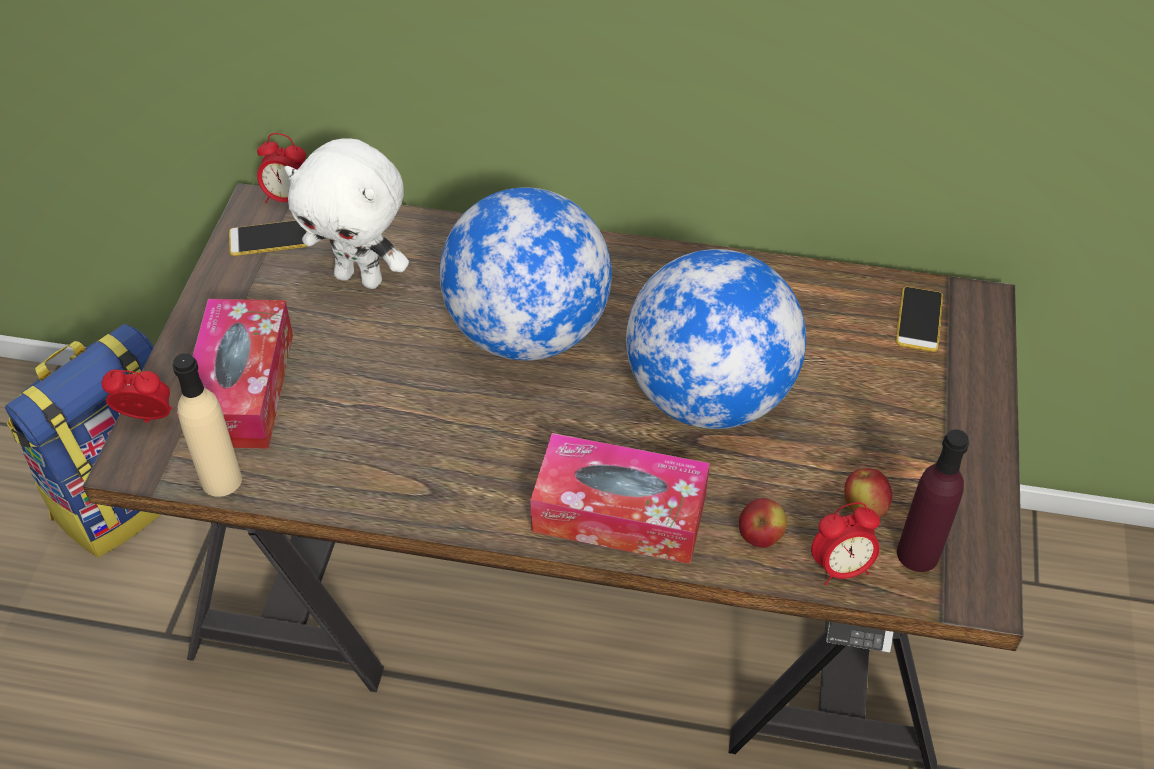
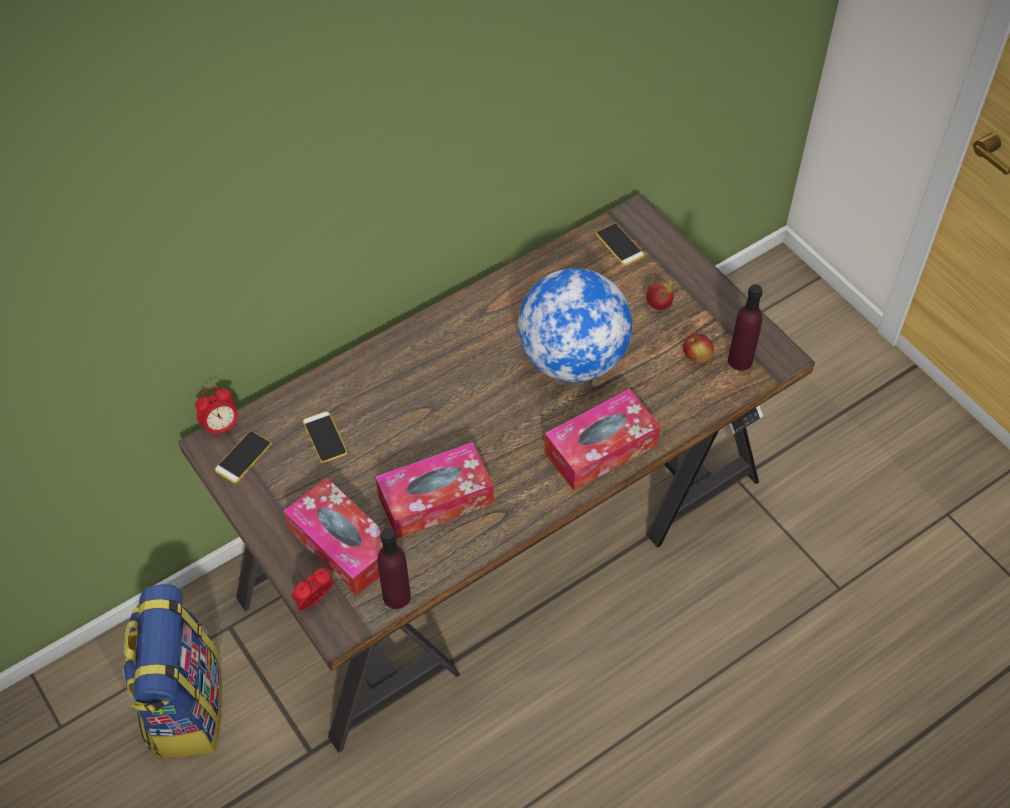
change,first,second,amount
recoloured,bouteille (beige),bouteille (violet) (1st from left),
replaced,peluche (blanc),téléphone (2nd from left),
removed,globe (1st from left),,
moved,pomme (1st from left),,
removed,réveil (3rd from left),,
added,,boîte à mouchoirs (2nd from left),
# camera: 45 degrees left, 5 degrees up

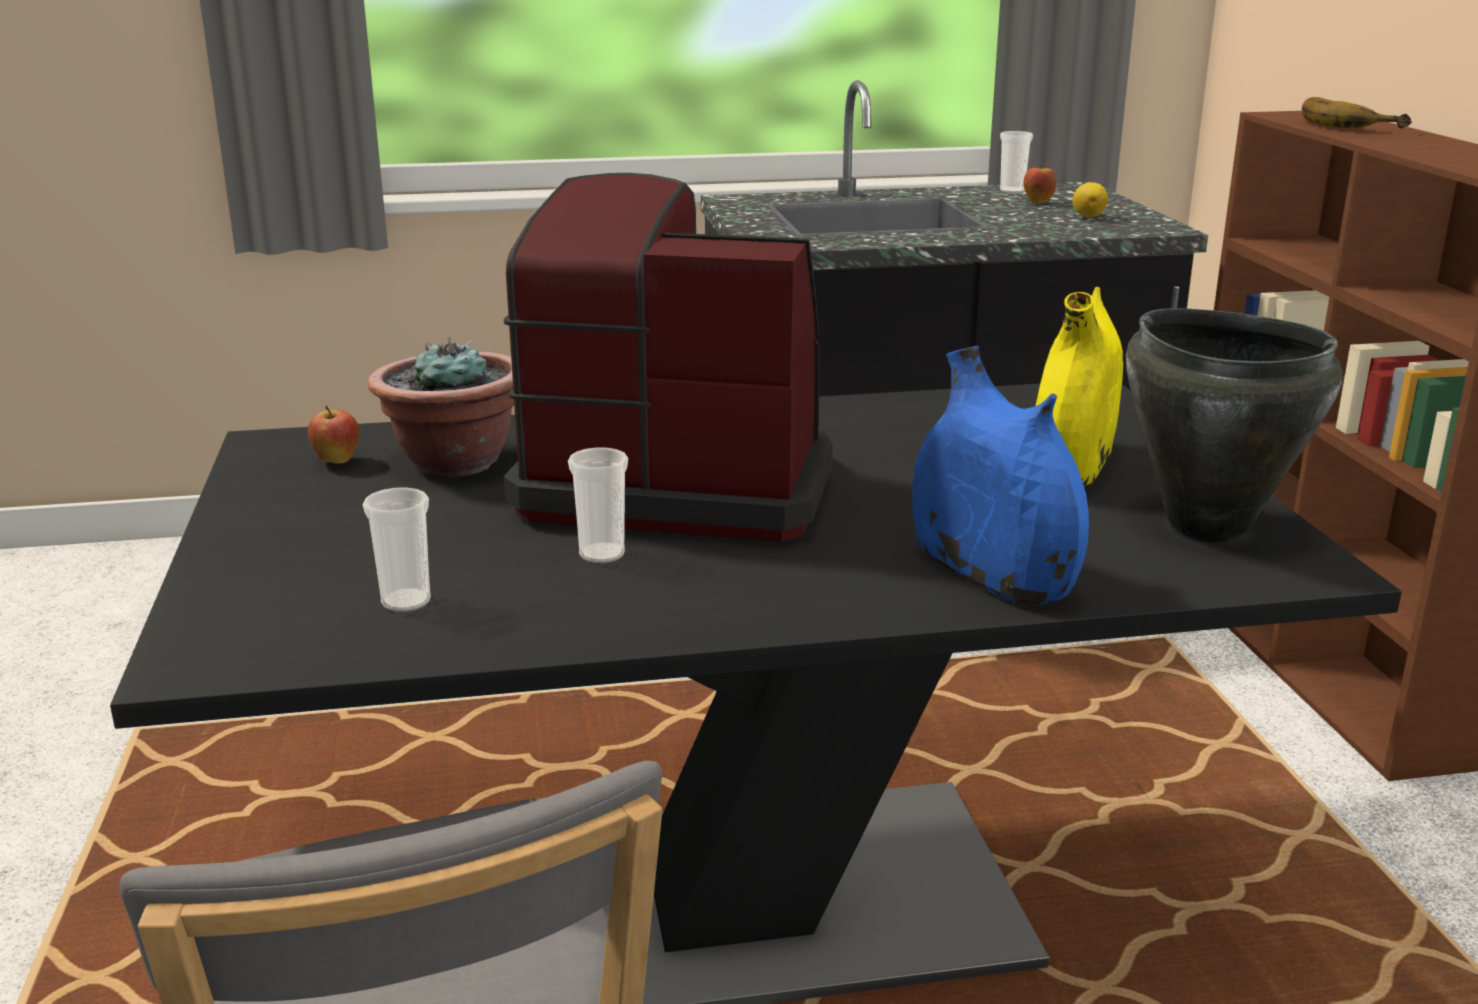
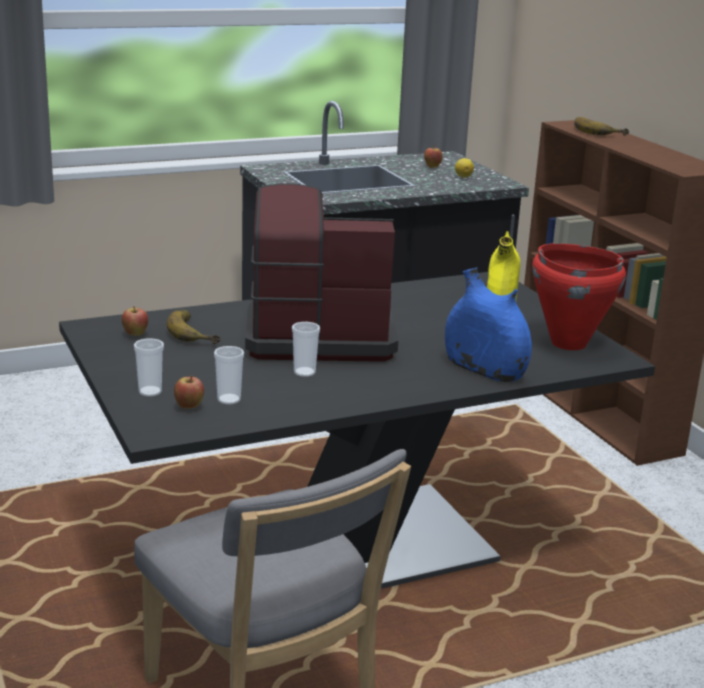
change,first,second,amount
replaced,plante en pot,banane (1st from left),
moved,tasse (3rd from left in the first image),tasse (1st from left),
recoloured,marmite (noir),marmite (rouge),
added,,pomme (2nd from left),
# camera: 15 degrees left, 0 degrees up

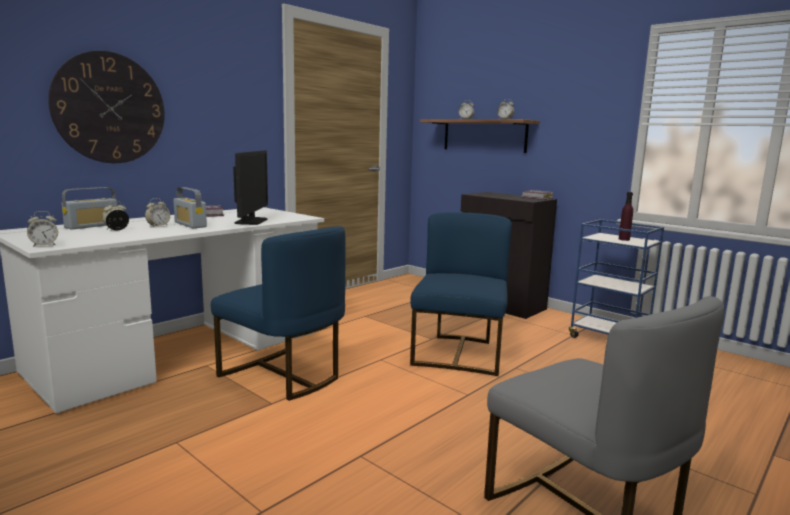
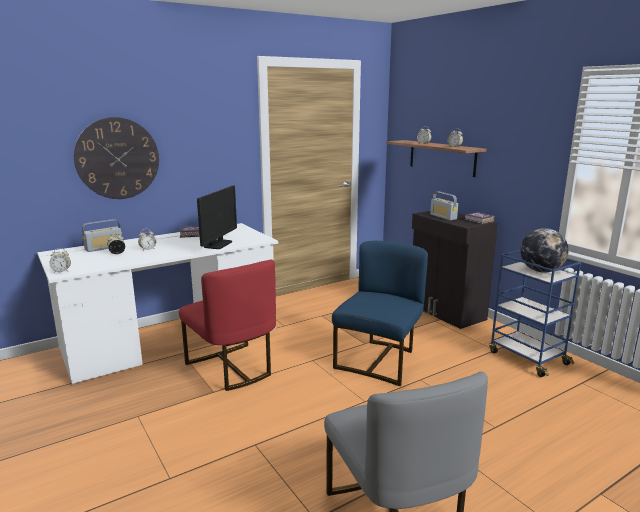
change,first,second,amount
moved,radio (2nd from left),,
recoloured,chaise (bleu) (1st from left),chaise (rouge),
replaced,bouteille (violet),globe,
# camera: 15 degrees right, 5 degrees up

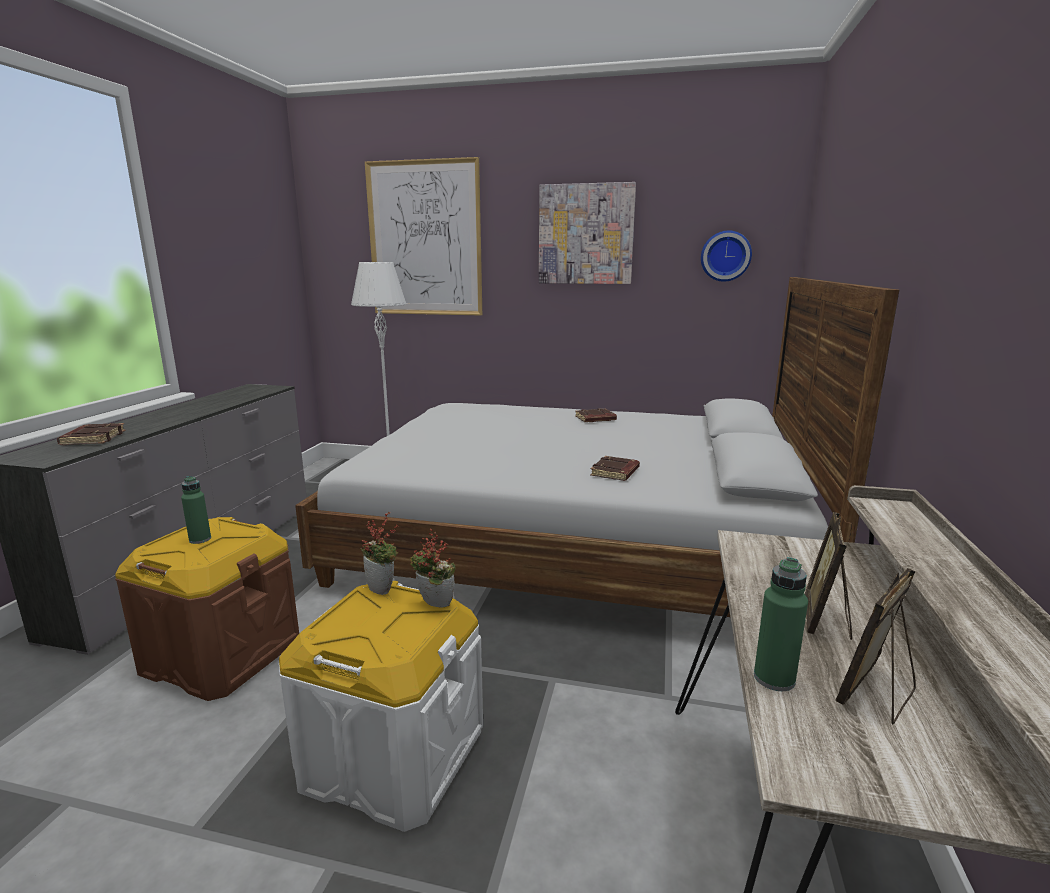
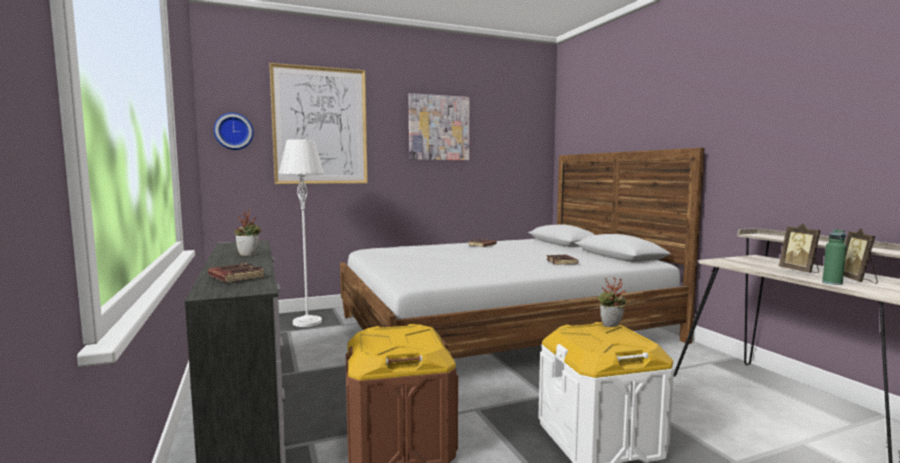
change,first,second,amount
removed,bouteille (vert) (1st from left),,
moved,plante en pot (1st from left),,
moved,horloge murale,,
# camera: 35 degrees left, 10 degrees down

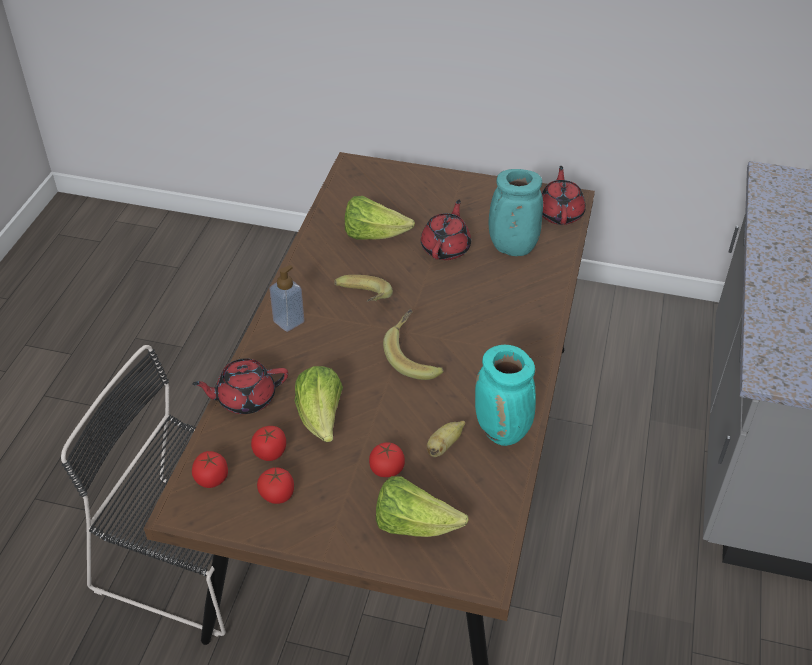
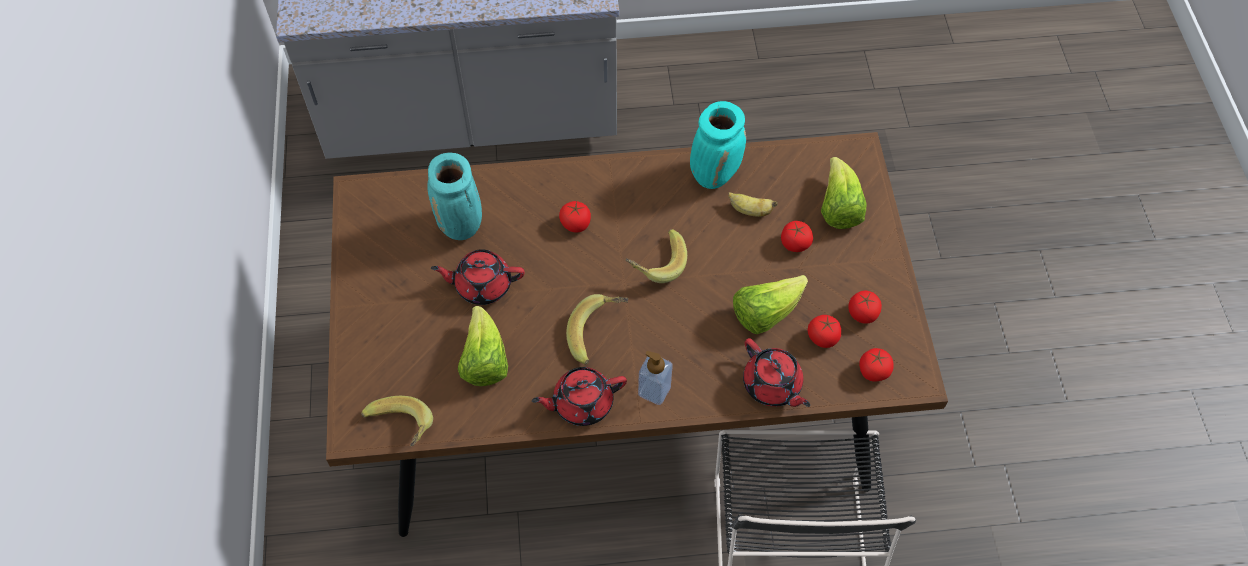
change,first,second,amount
moved,théière (rouge) (3rd from left in the first image),théière (rouge) (2nd from left),
added,,banane (1st from left),
added,,tomate (1st from left),
# camera: 110 degrees left, 15 degrees up

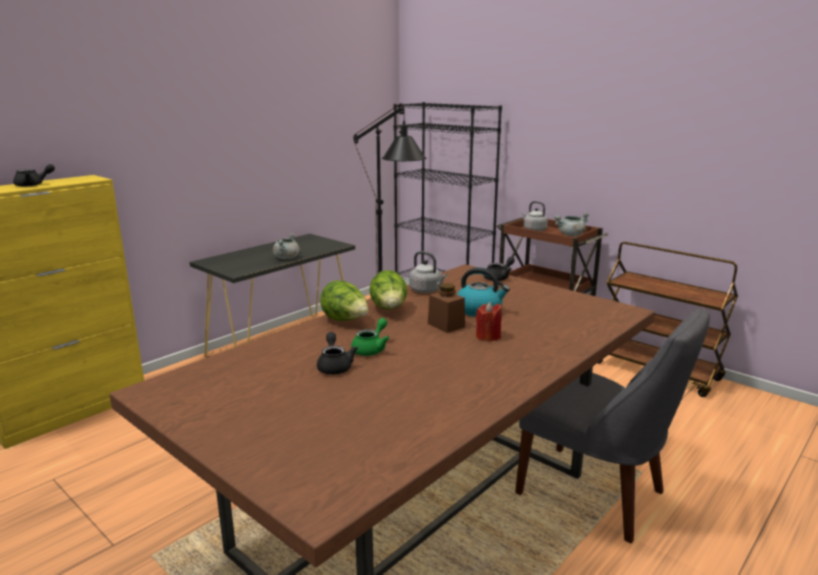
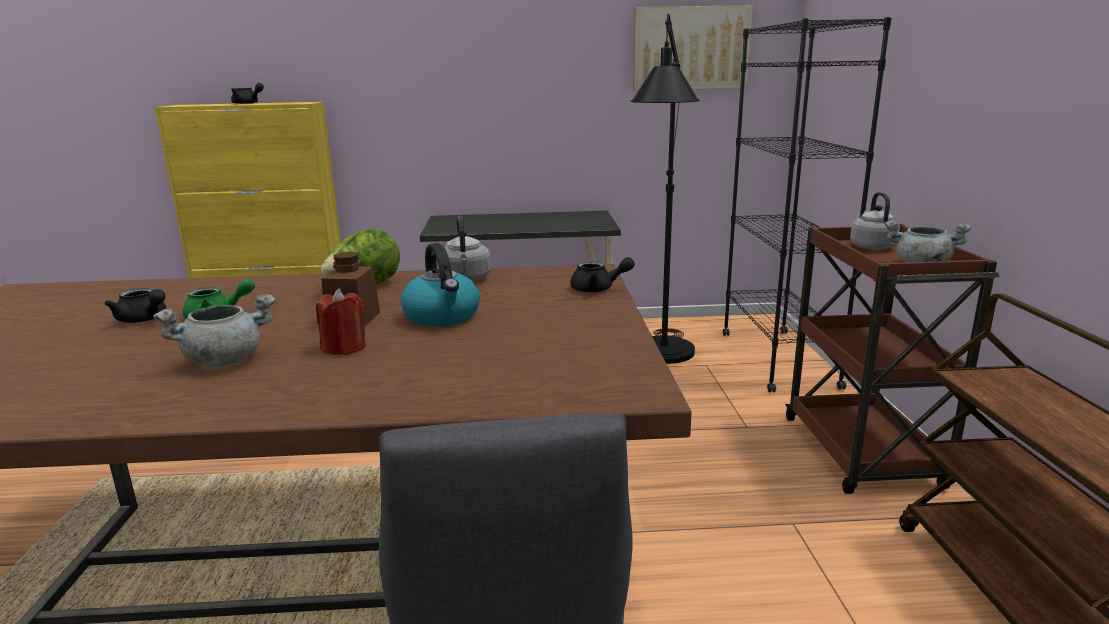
change,first,second,amount
moved,marmite (gris) (1st from left),,
turned,théière (noir) (2nd from left in the first image),théière (noir) (1st from left),90 degrees clockwise
removed,laitue (1st from left),,
added,,tableau,
# camera: 45 degrees right, 0 degrees up

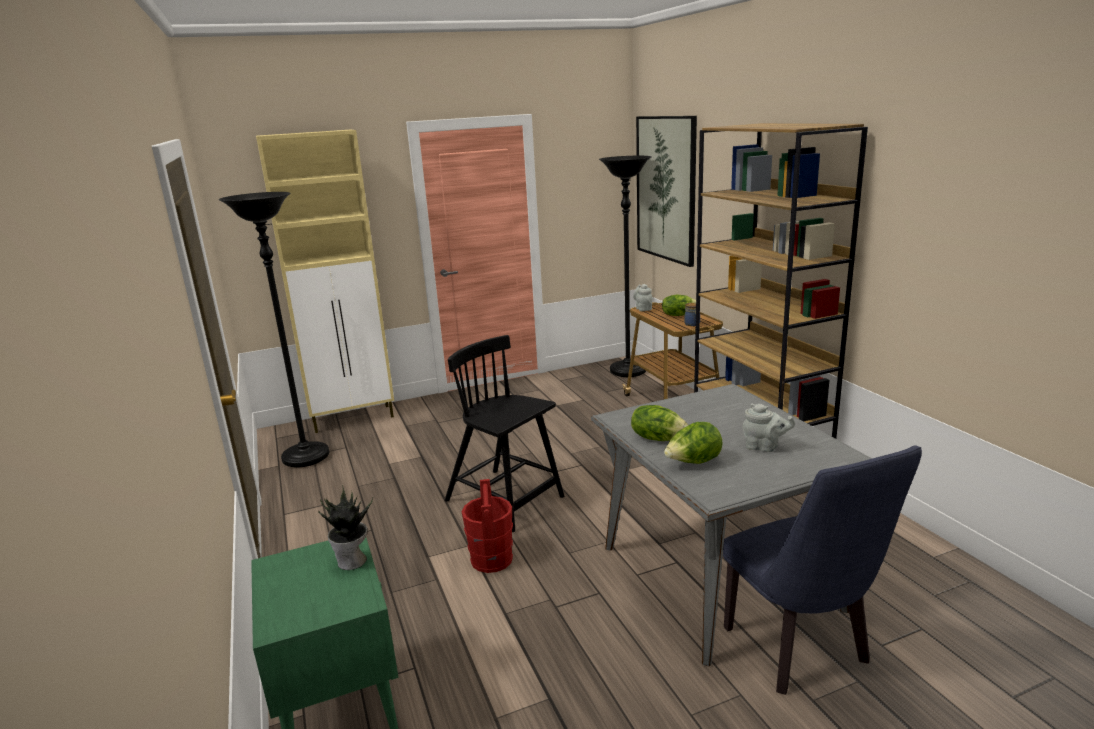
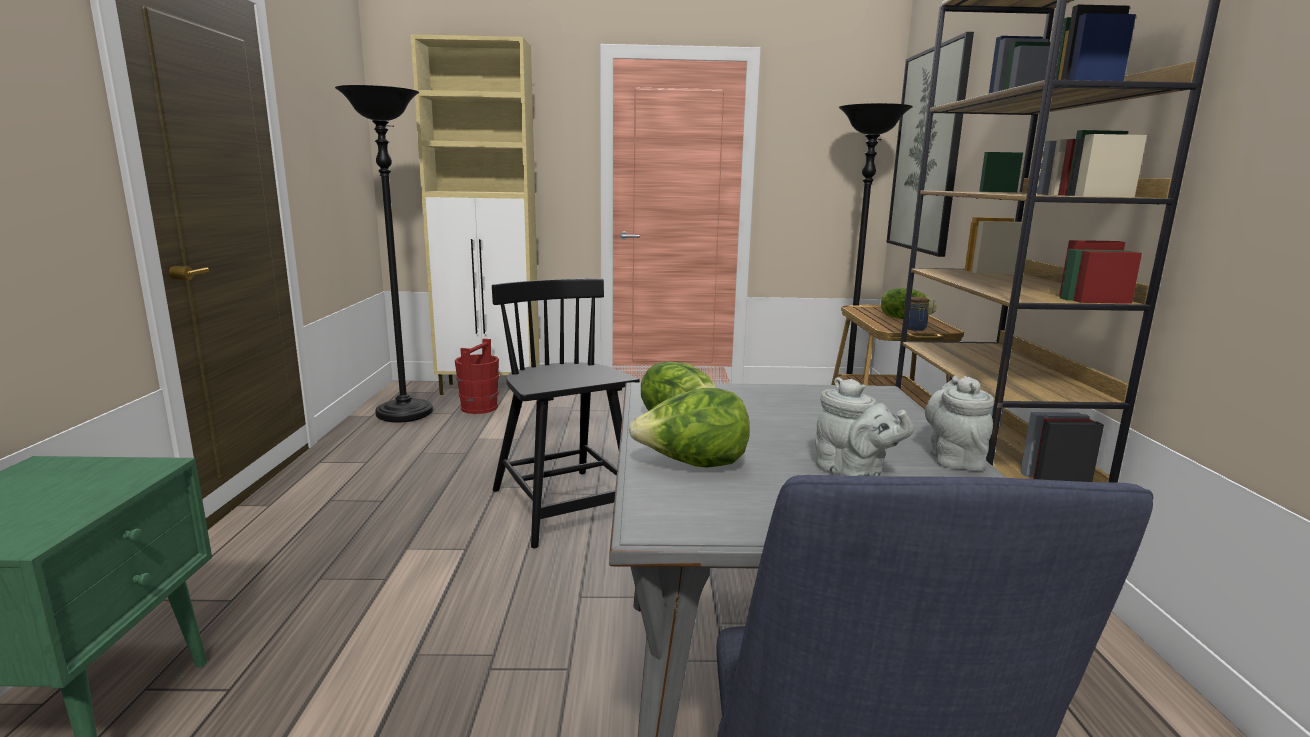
change,first,second,amount
removed,plante en pot,,
moved,seau (rouge),,
moved,théière (gris) (1st from left in the first image),théière (gris) (2nd from left),
# camera: 20 degrees right, 5 degrees down

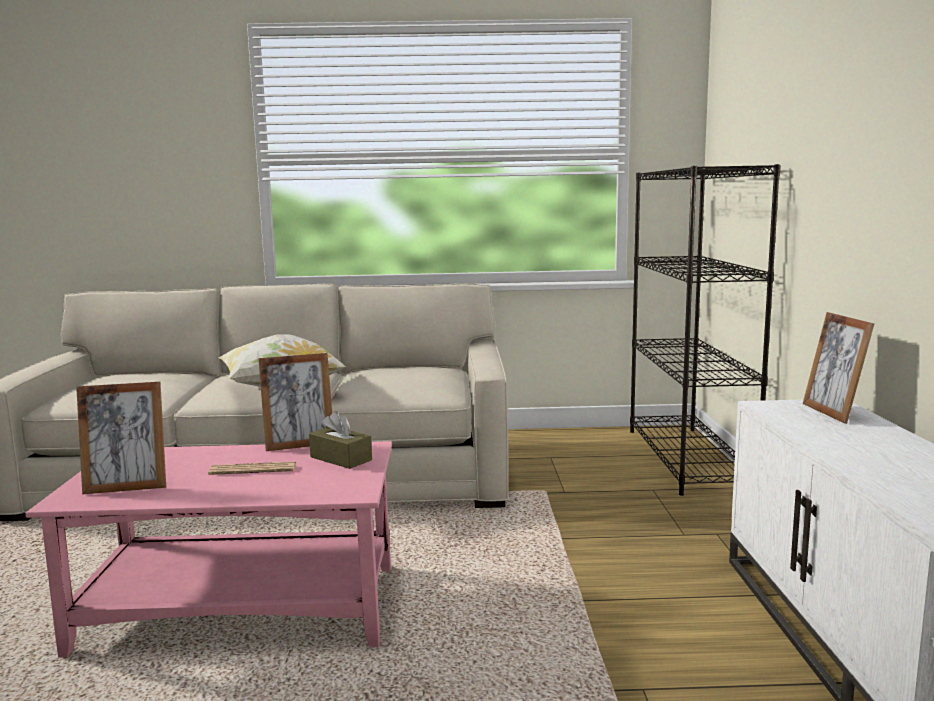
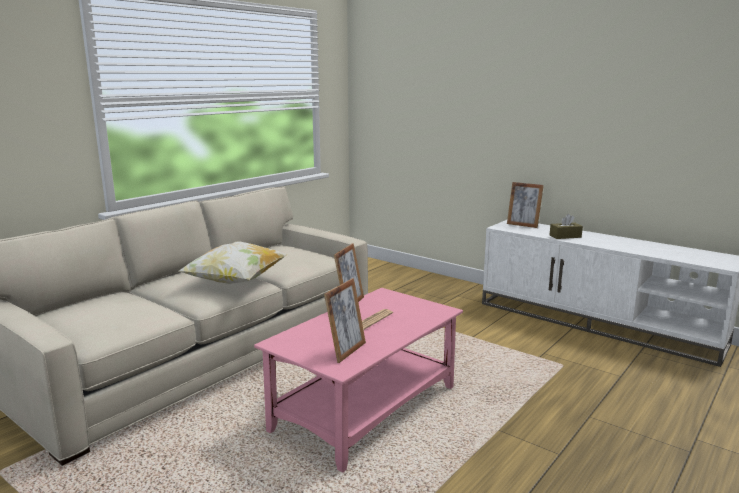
change,first,second,amount
moved,boîte à mouchoirs (marron),,
removed,bibliothèque (noir),,
# camera: 50 degrees left, 5 degrees up

